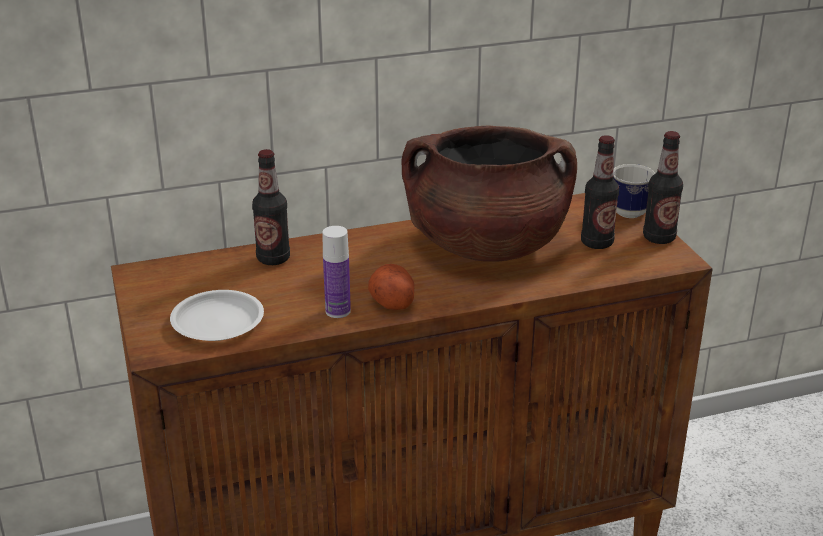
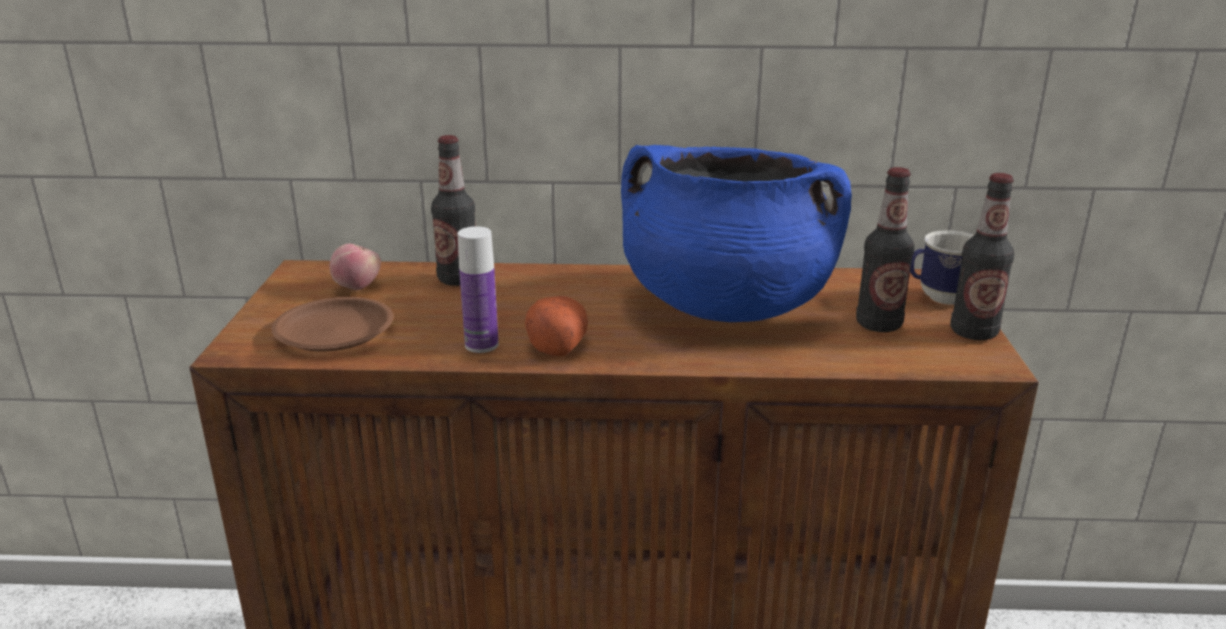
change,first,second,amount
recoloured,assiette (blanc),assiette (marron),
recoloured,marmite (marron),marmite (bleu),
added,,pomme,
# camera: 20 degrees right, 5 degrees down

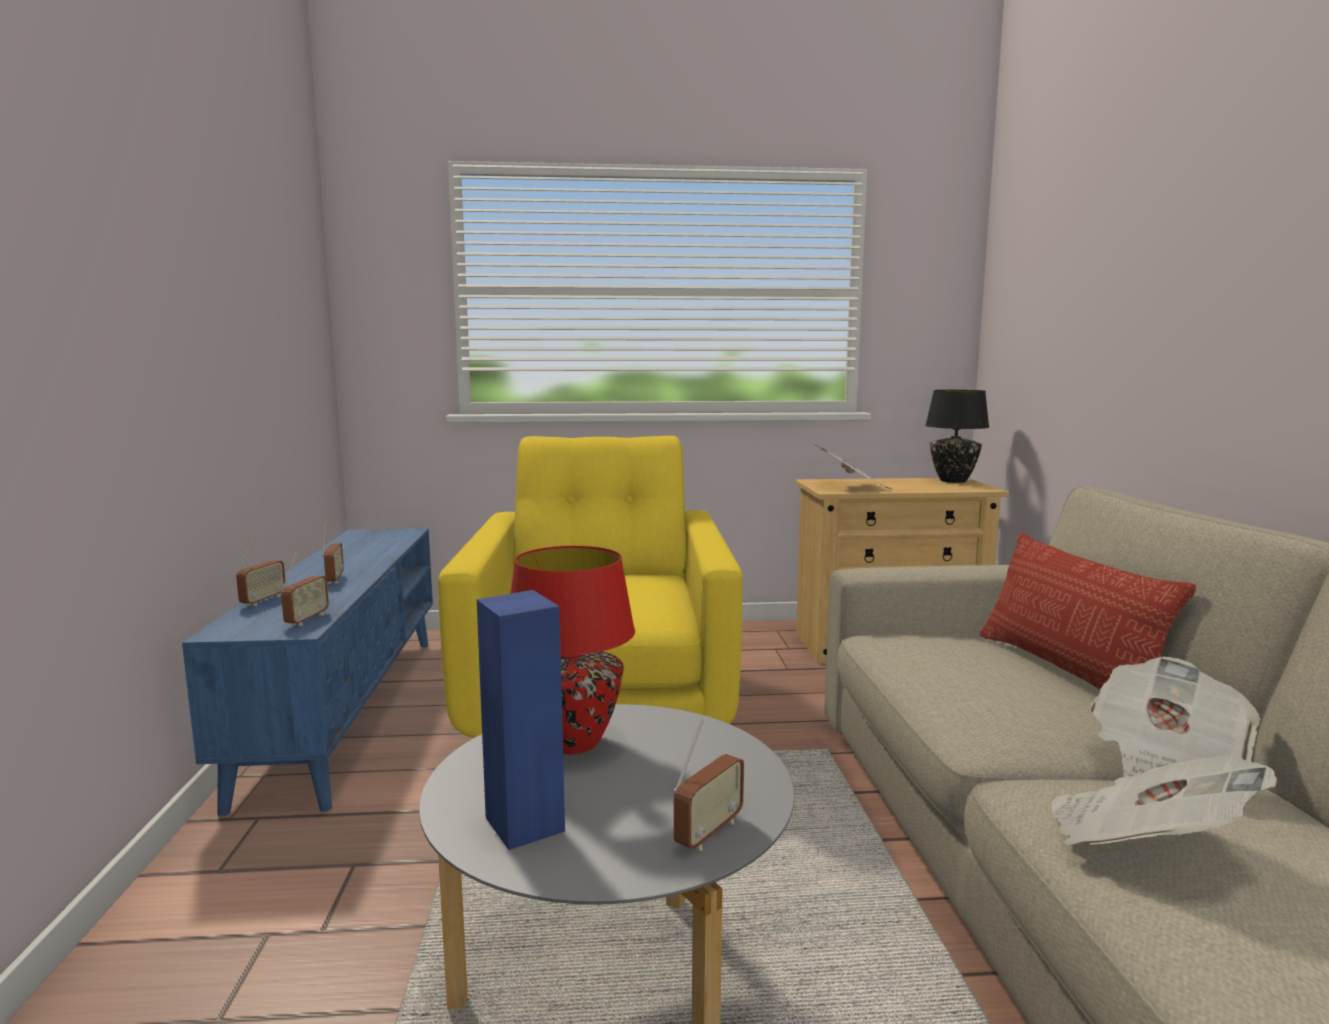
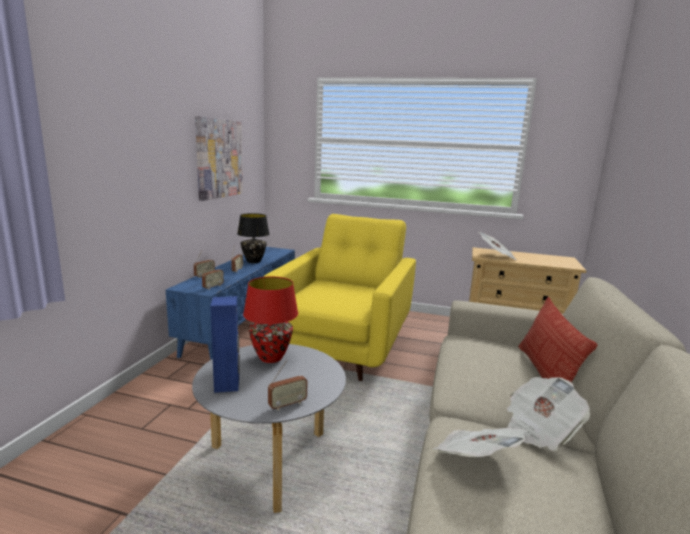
change,first,second,amount
moved,lampe de table (noir),,
added,,tableau,
# camera: 20 degrees right, 5 degrees up

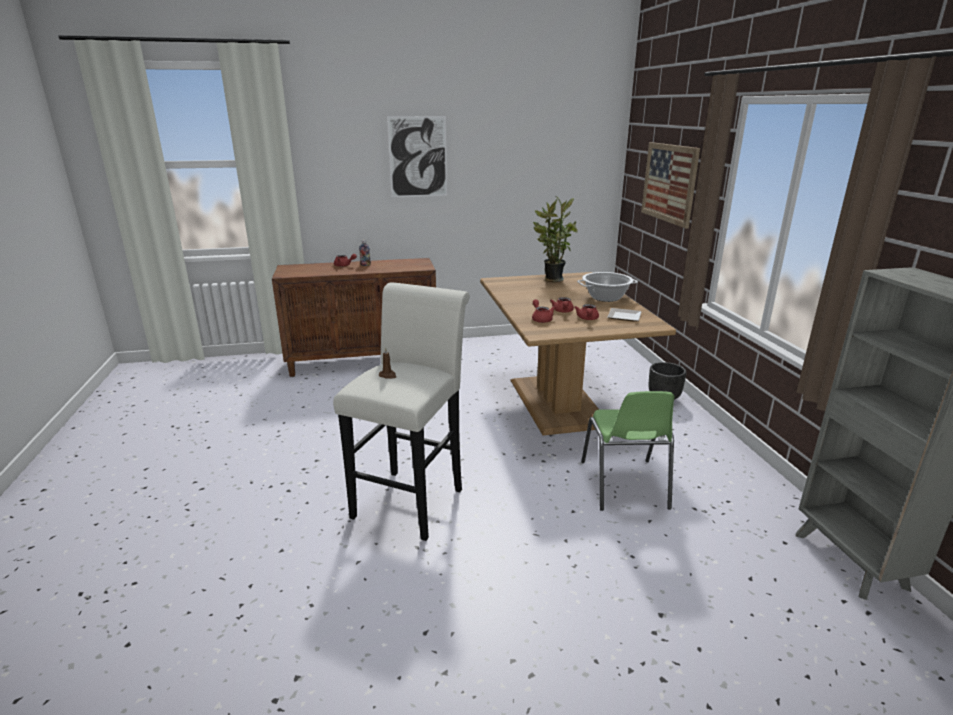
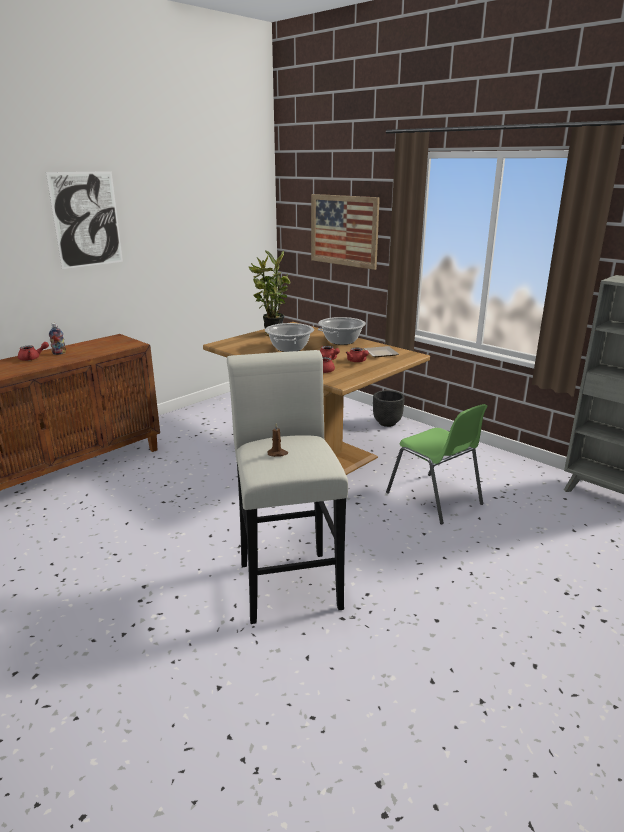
change,first,second,amount
added,,marmite (1st from left),
# camera: 35 degrees left, 0 degrees up

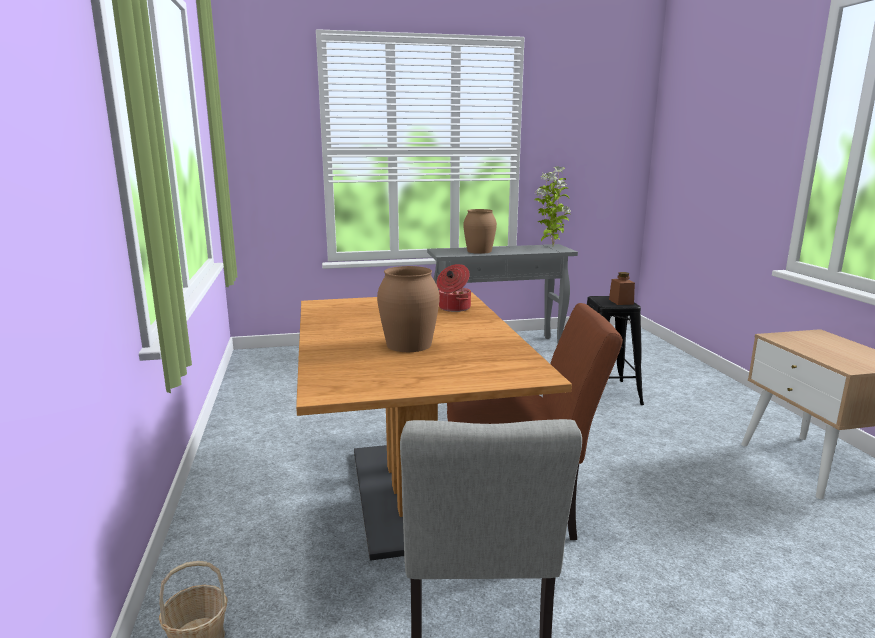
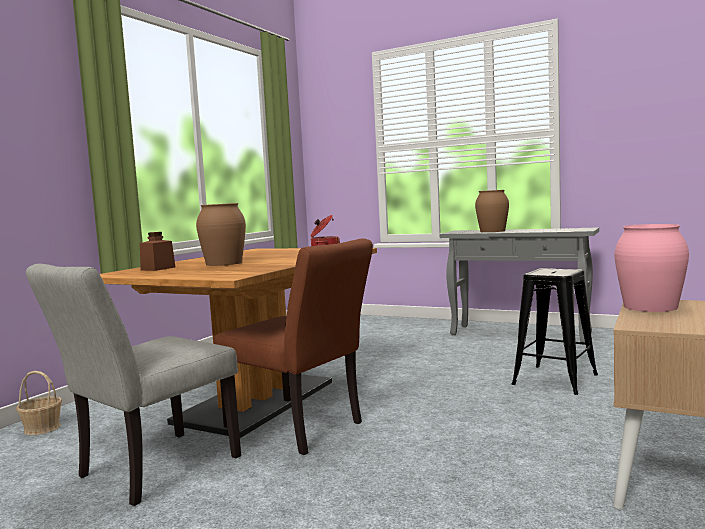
change,first,second,amount
removed,plante en pot,,
moved,bocal (marron),,
added,,vase (rose),
# camera: 40 degrees right, 10 degrees down

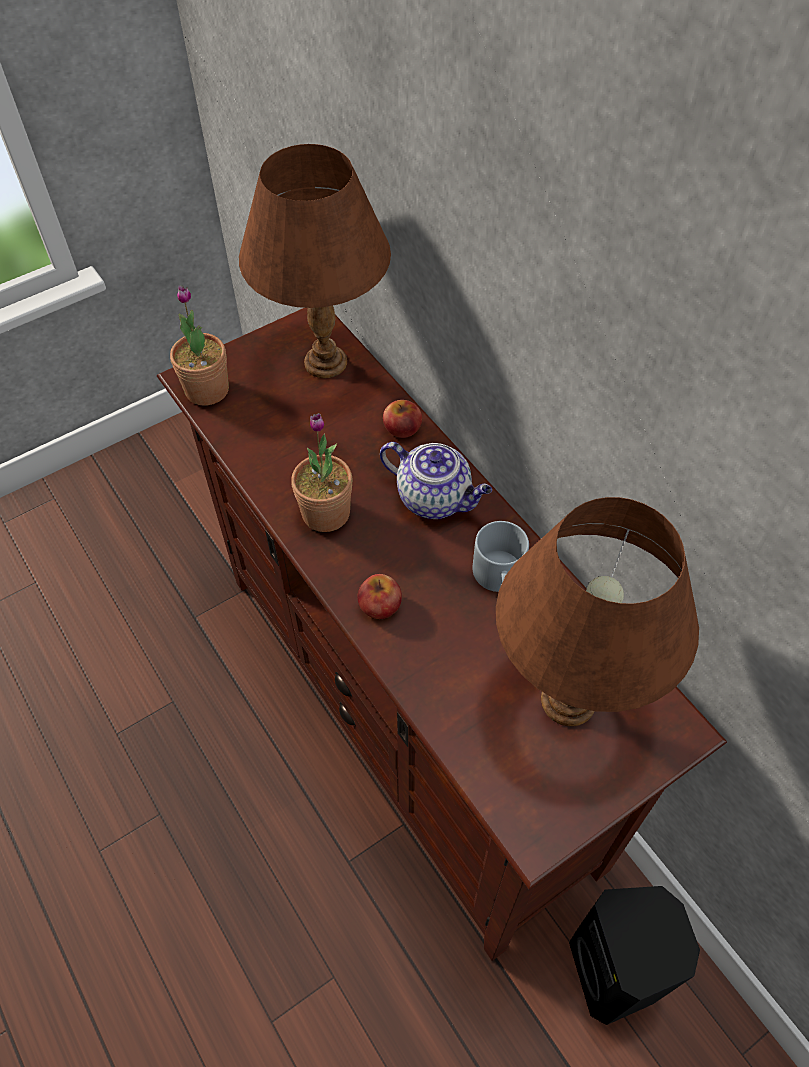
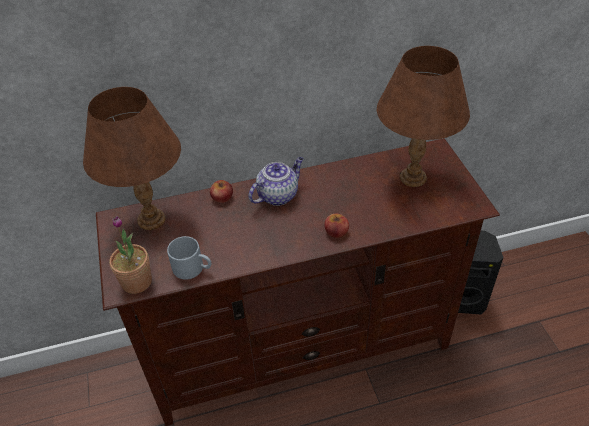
change,first,second,amount
removed,plante en pot (2nd from left),,
moved,mug (gris),,
# camera: 70 degrees left, 10 degrees down

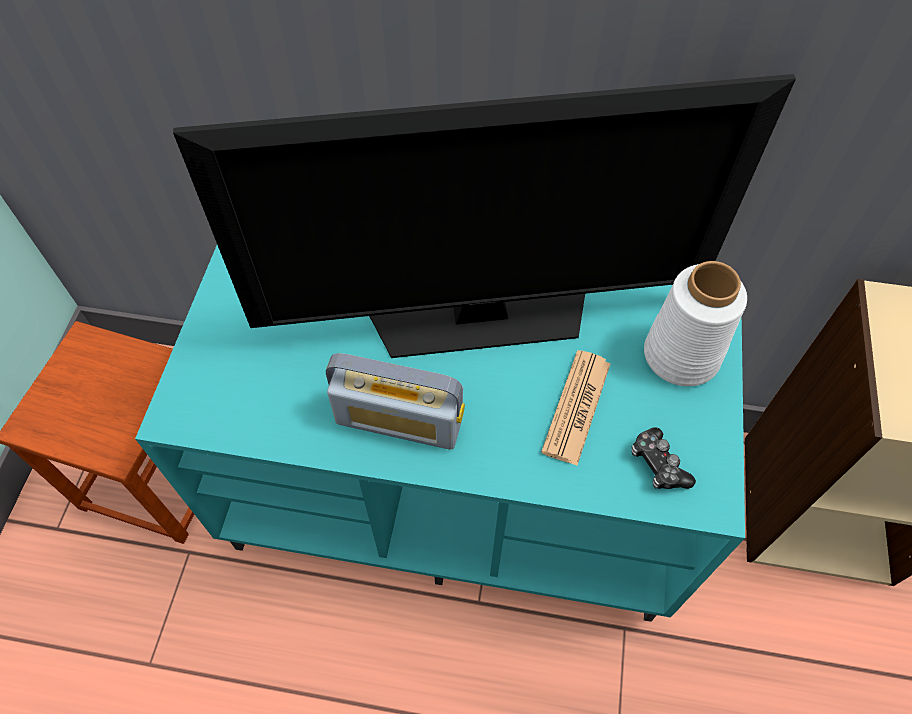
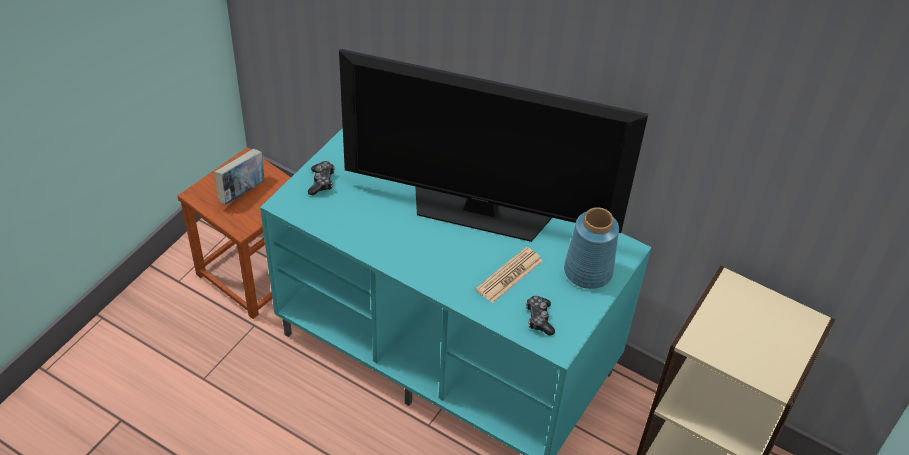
change,first,second,amount
removed,radio,,
recoloured,vase (blanc),vase (bleu),
added,,livre,
added,,manette (1st from left),
# camera: 20 degrees right, 10 degrees down

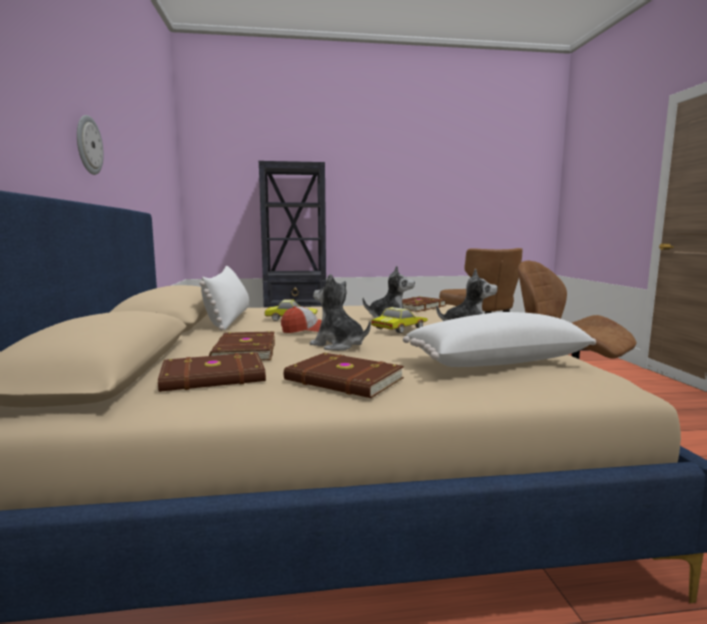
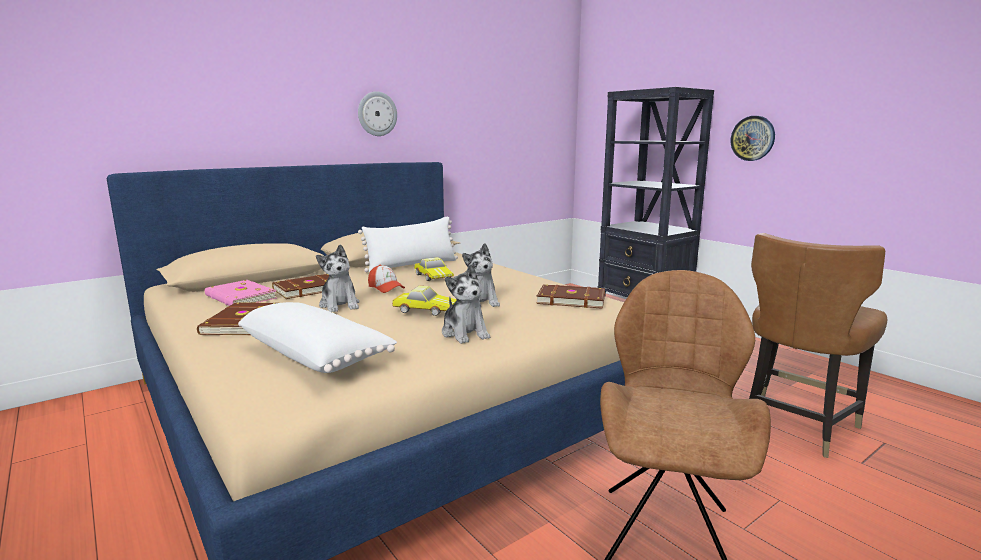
change,first,second,amount
recoloured,livre (marron) (1st from left),livre (rose),
turned,peluche (1st from left),,150 degrees clockwise
added,,horloge murale (2nd from left),
# camera: 60 degrees right, 5 degrees up

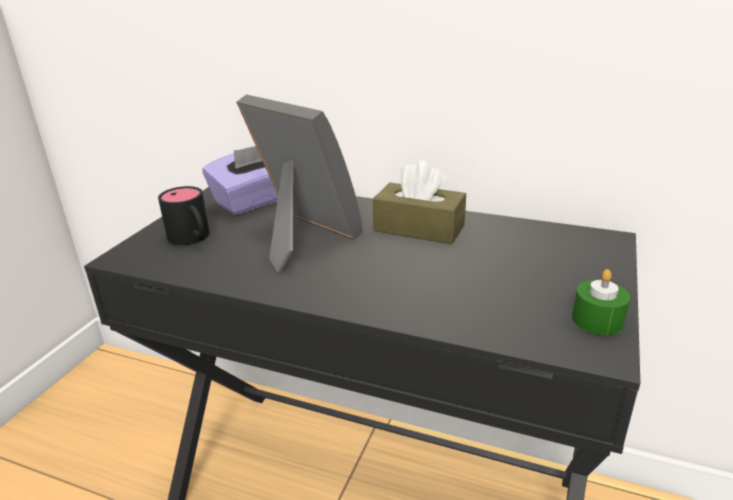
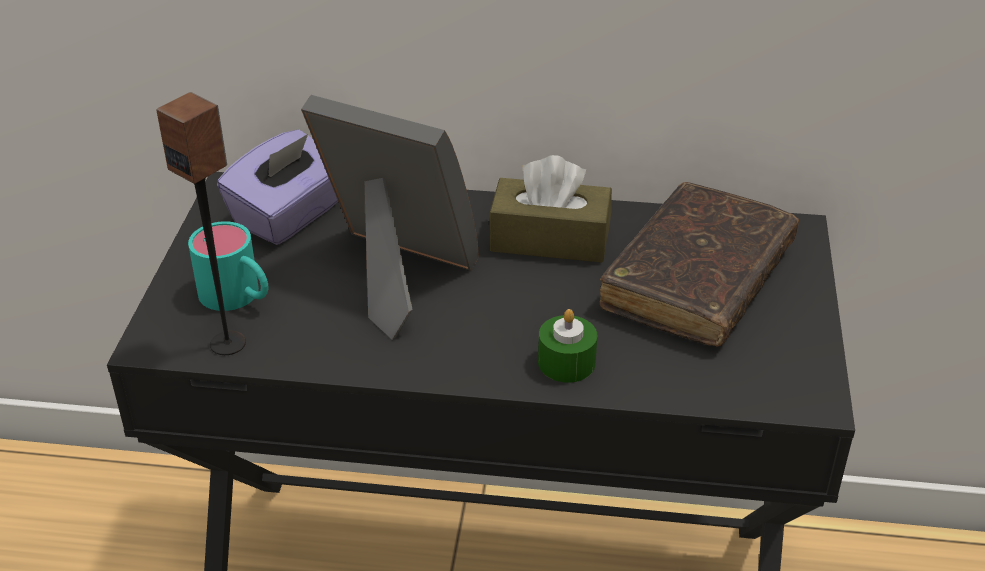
change,first,second,amount
recoloured,mug (noir),mug (turquoise),
moved,bougie (vert),,
added,,enceinte,
added,,livre (marron),
# camera: 15 degrees left, 10 degrees up

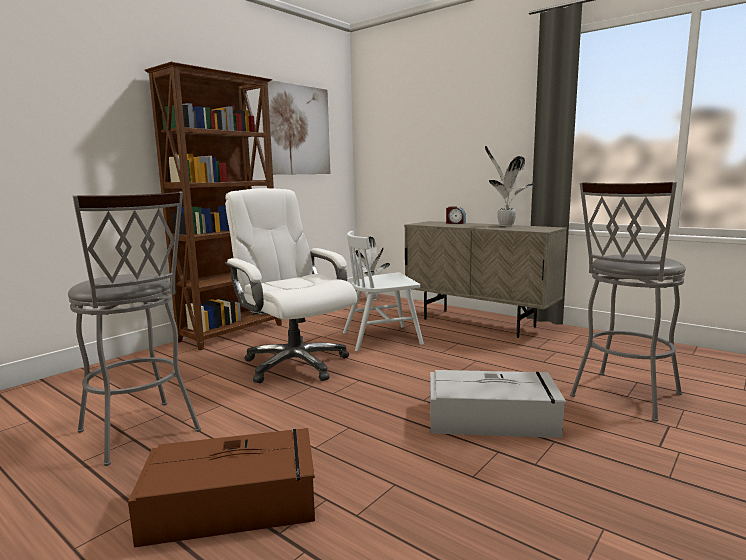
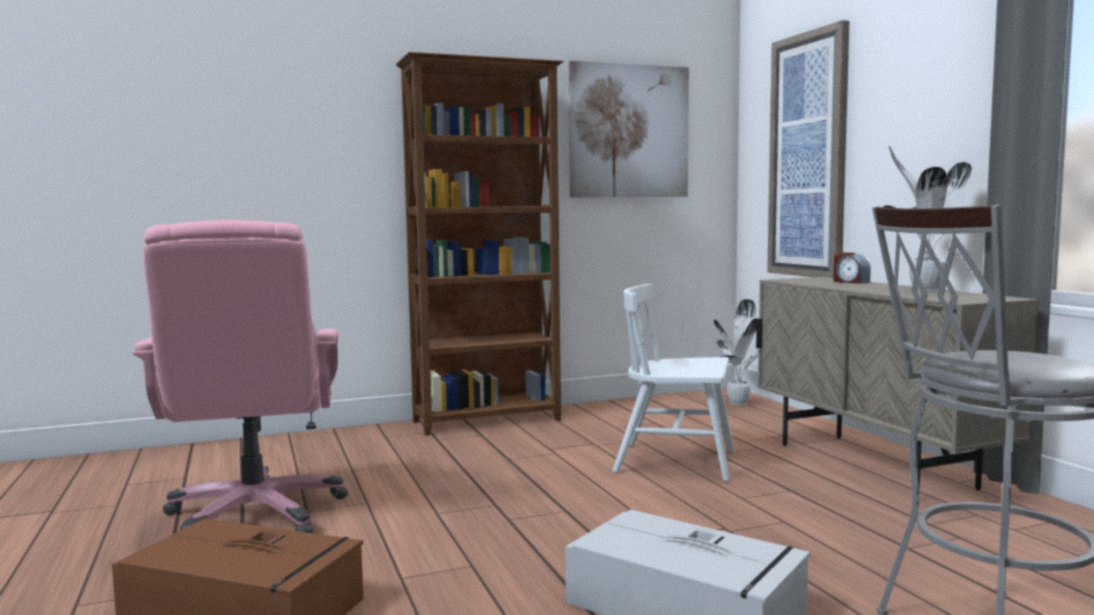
change,first,second,amount
replaced,tabouret (gris) (1st from left),chaise de bureau (rose),
removed,chaise de bureau (blanc),,
added,,tableau (2nd from left),
# camera: 30 degrees right, 5 degrees down

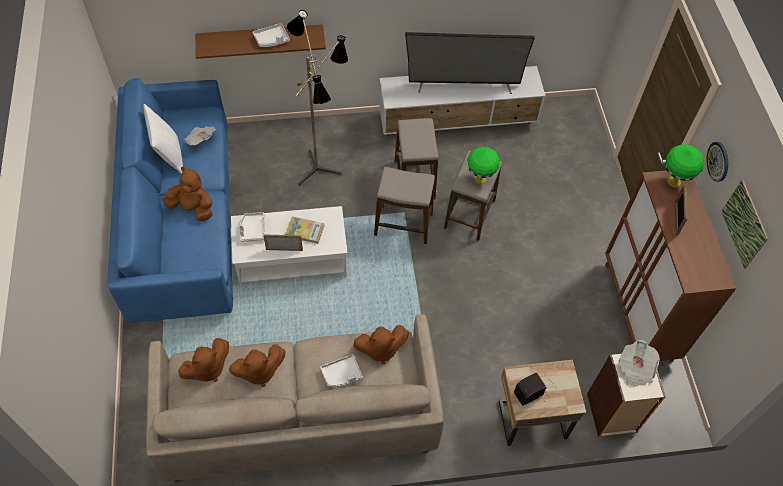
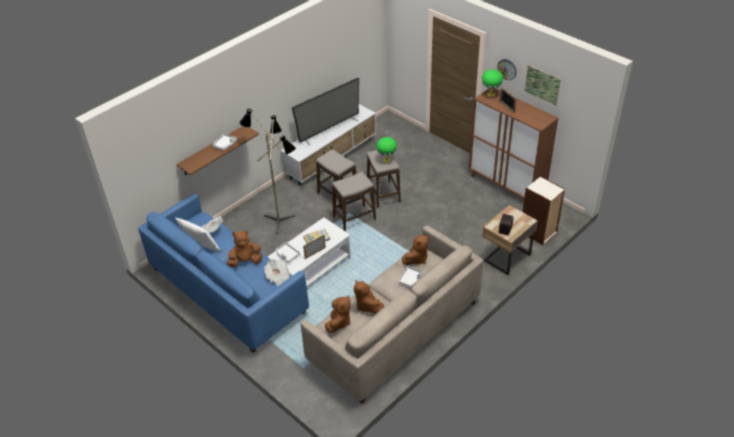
change,first,second,amount
turned,peluche (marron) (3rd from left),,120 degrees clockwise
moved,journal (2nd from left),,
# camera: 35 degrees left, 15 degrees down

